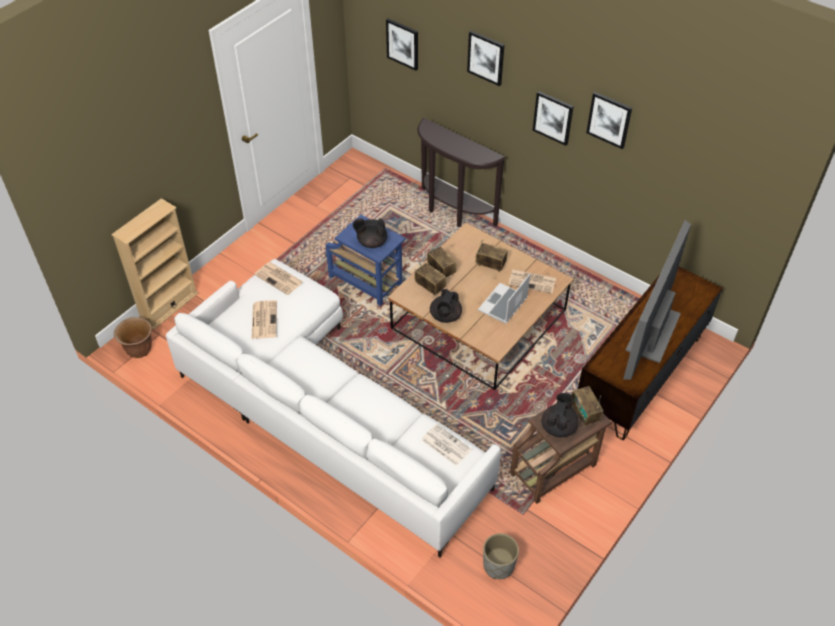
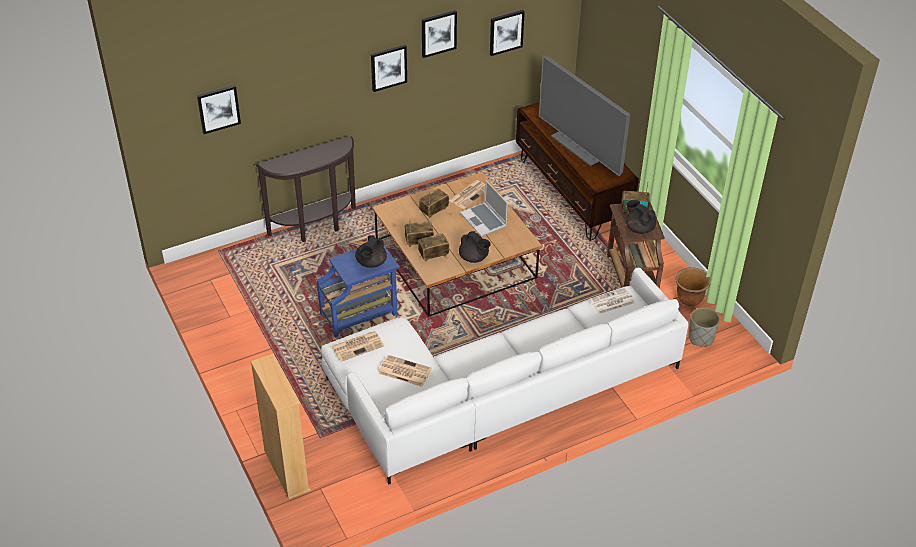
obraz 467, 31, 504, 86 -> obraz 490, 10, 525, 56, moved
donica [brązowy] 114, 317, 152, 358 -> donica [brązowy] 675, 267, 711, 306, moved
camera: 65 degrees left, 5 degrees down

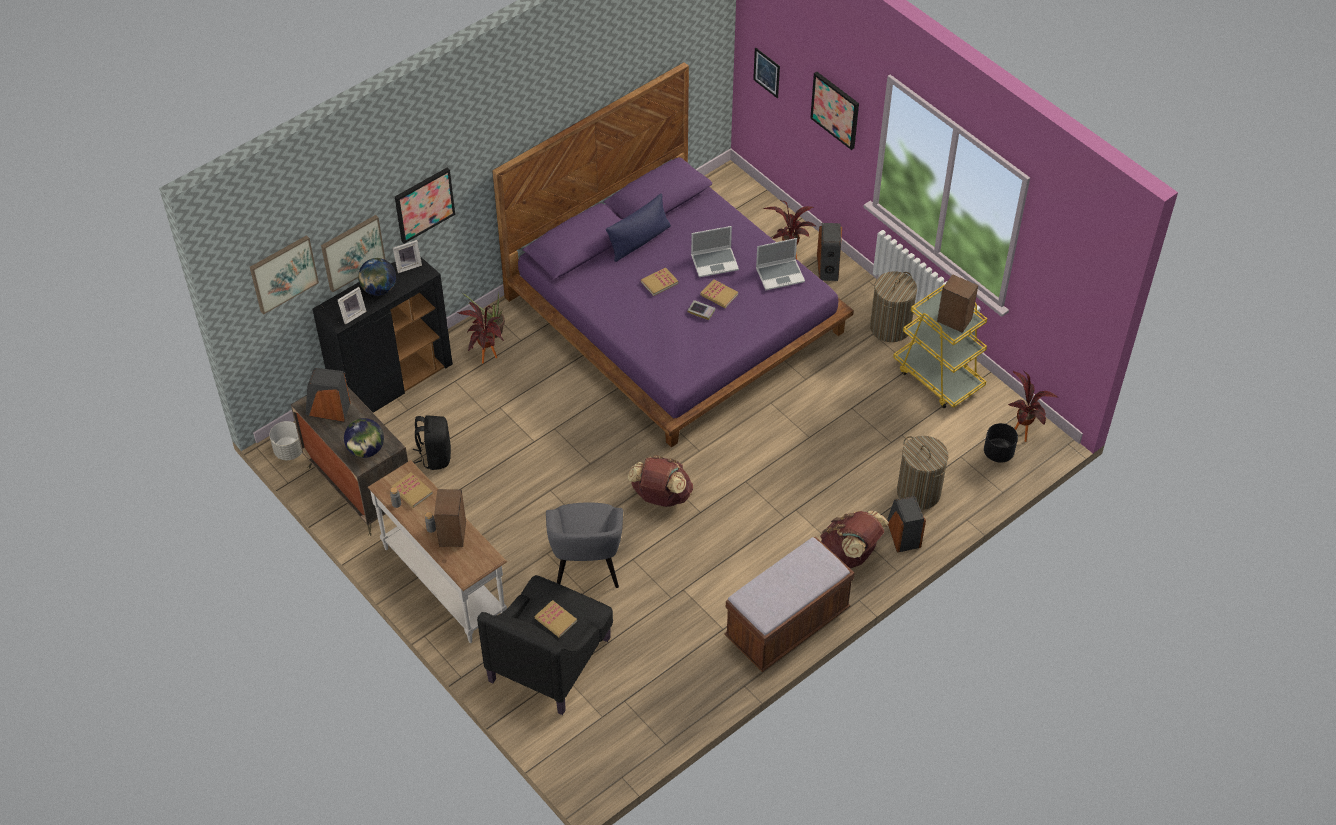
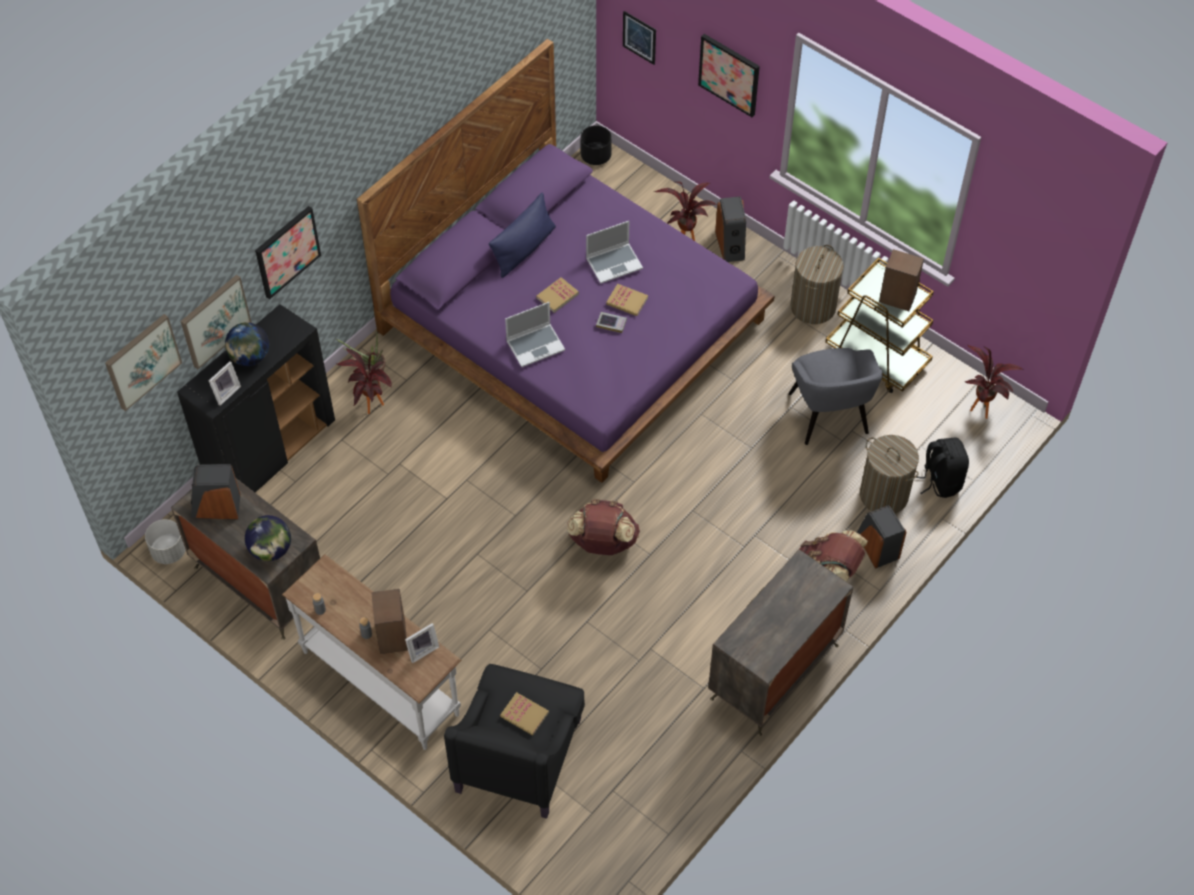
ramka na zdjęcie 393, 240, 422, 273 -> ramka na zdjęcie 405, 623, 439, 663, moved
laptop 756, 238, 805, 290 -> laptop 505, 302, 565, 367, moved
donica [czarny] 984, 423, 1018, 463 -> donica [czarny] 581, 125, 612, 165, moved
ławka [brązowy] 724, 536, 855, 672 -> komoda 708, 549, 853, 736
fotel [szary] 546, 502, 623, 588 -> fotel [szary] 788, 348, 882, 445, moved
wózek [żółty] 893, 284, 987, 408 -> wózek [brązowy] 825, 258, 934, 393
plecak [czarny] 413, 415, 451, 470 -> plecak [czarny] 914, 437, 969, 498, moved
książka 392, 472, 433, 508 -> none
camera: 10 degrees left, 5 degrees up

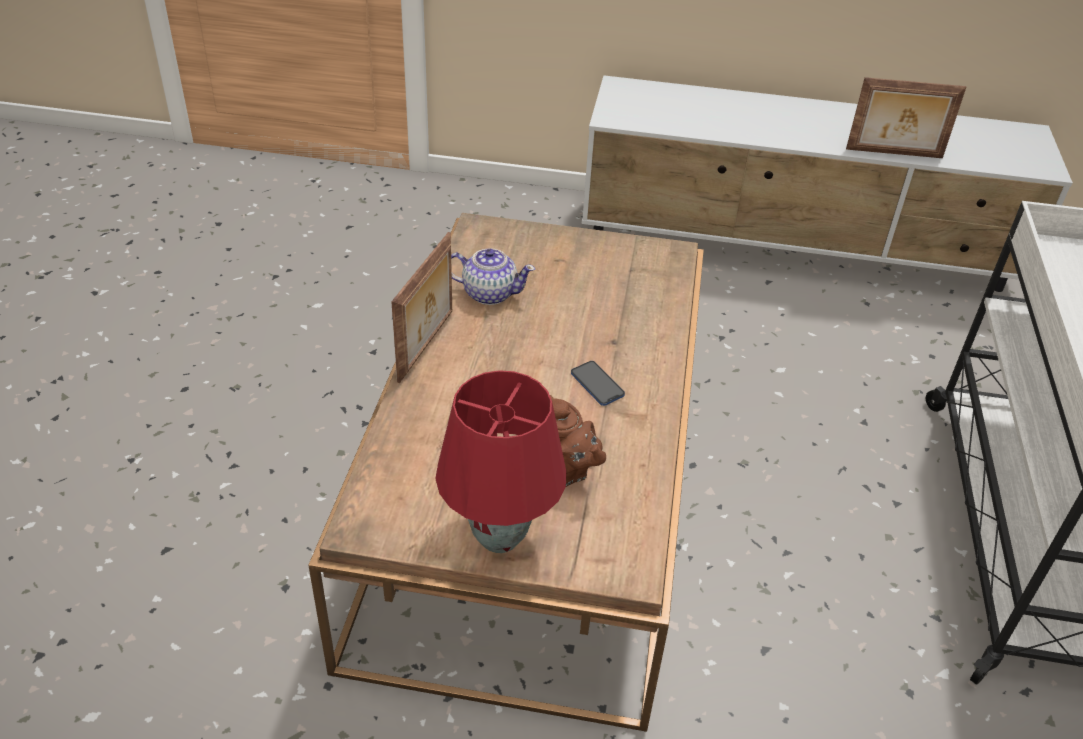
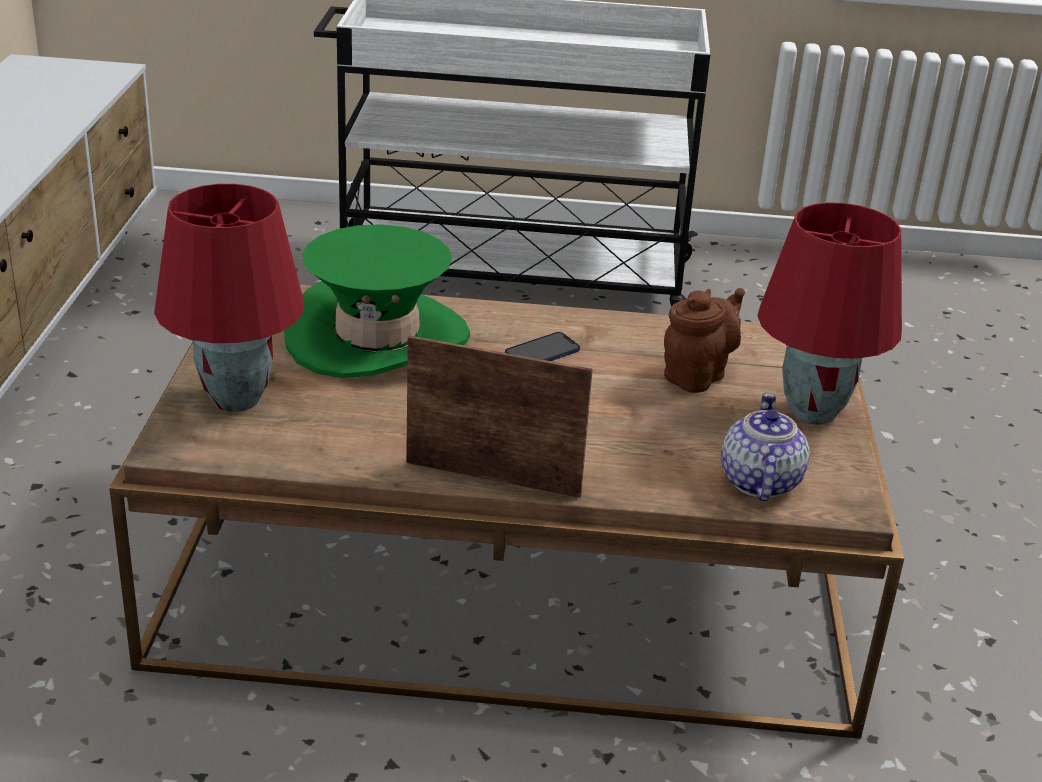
none -> lampa stołowa [czerwony] 154, 184, 304, 412
none -> kapelusz [zielony] 284, 224, 470, 378
imbryk 451, 248, 535, 305 -> imbryk 721, 393, 810, 501, moved
ramka na zdjęcie 846, 77, 966, 158 -> none
camera: 95 degrees left, 10 degrees down

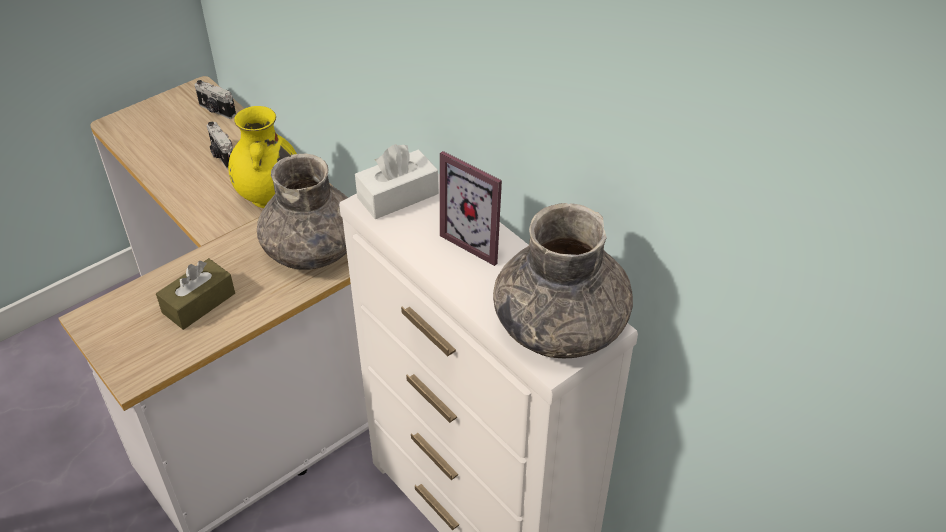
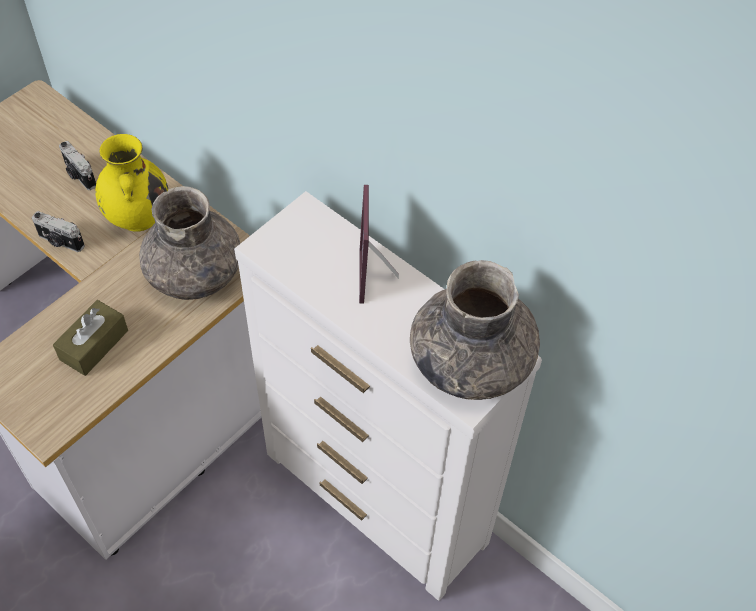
aparat fotograficzny 194, 80, 236, 119 -> aparat fotograficzny 32, 211, 85, 252, moved
ramka na zdjęcie 440, 151, 502, 266 -> ramka na zdjęcie 359, 185, 399, 303, 60 degrees clockwise
pudełko chusteczek [biały] 355, 144, 439, 219 -> none
camera: 10 degrees left, 10 degrees up

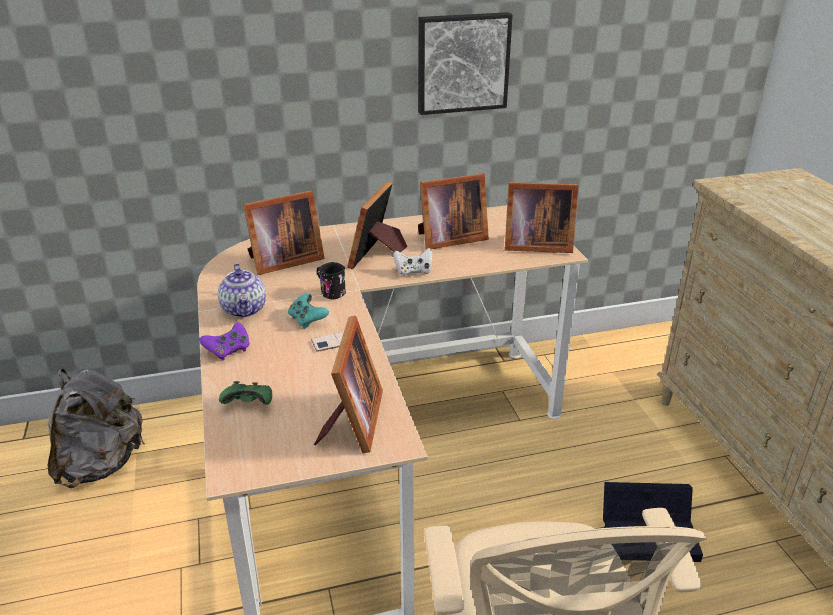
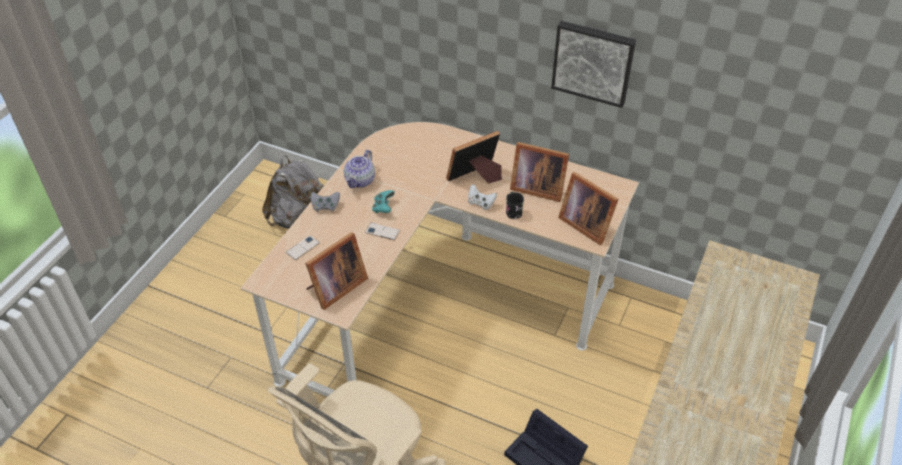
pad do gier [zielony] 219, 381, 272, 405 -> telefon 286, 235, 320, 260
pad do gier [fioletowy] 199, 322, 250, 361 -> pad do gier [szary] 311, 192, 340, 212
kubek [czarny] 317, 262, 346, 300 -> kubek [czarny] 506, 192, 524, 219, moved
ramka na zdjęcie 243, 190, 325, 275 -> none
camera: 40 degrees right, 15 degrees up

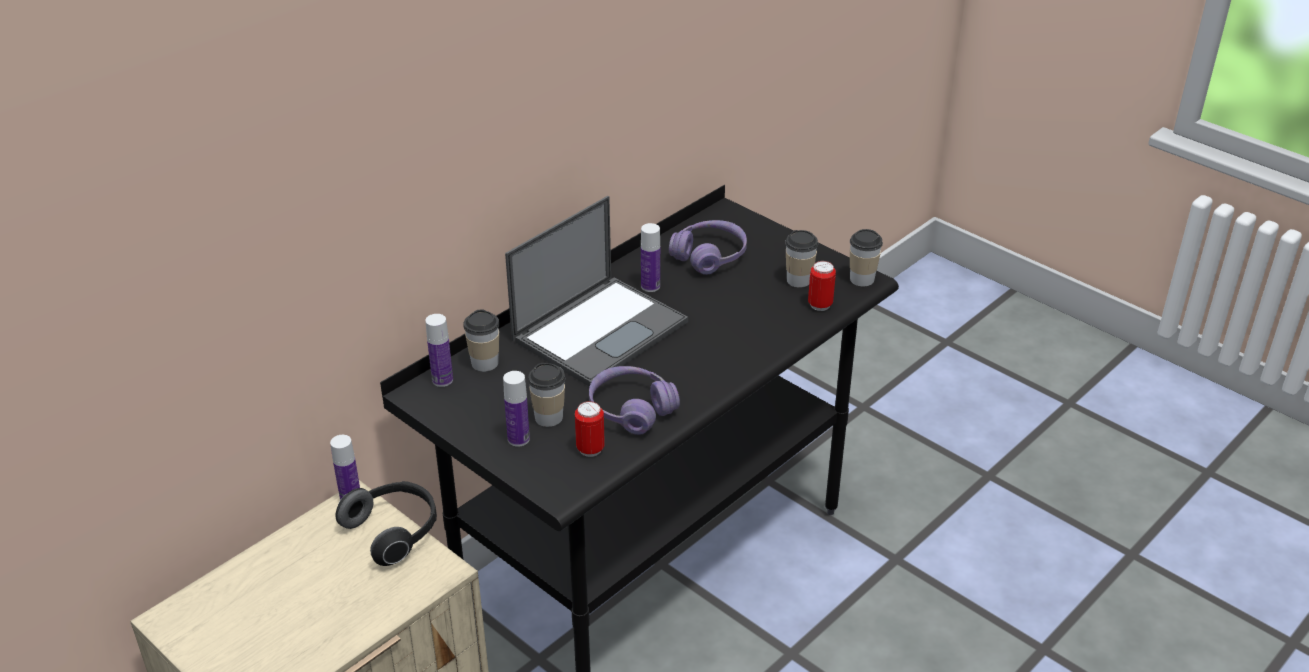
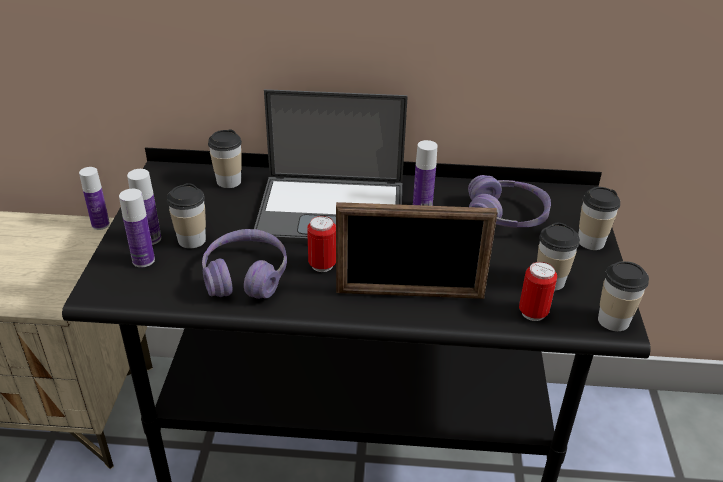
butelka 425, 314, 453, 387 -> butelka 119, 189, 155, 267, moved
puszka 575, 401, 605, 457 -> puszka 307, 216, 336, 272, moved
none -> ramka na zdjęcie 336, 202, 498, 299
none -> filiżanka 578, 187, 620, 250
słuchawki 336, 481, 437, 566 -> none
camera: 50 degrees right, 0 degrees up

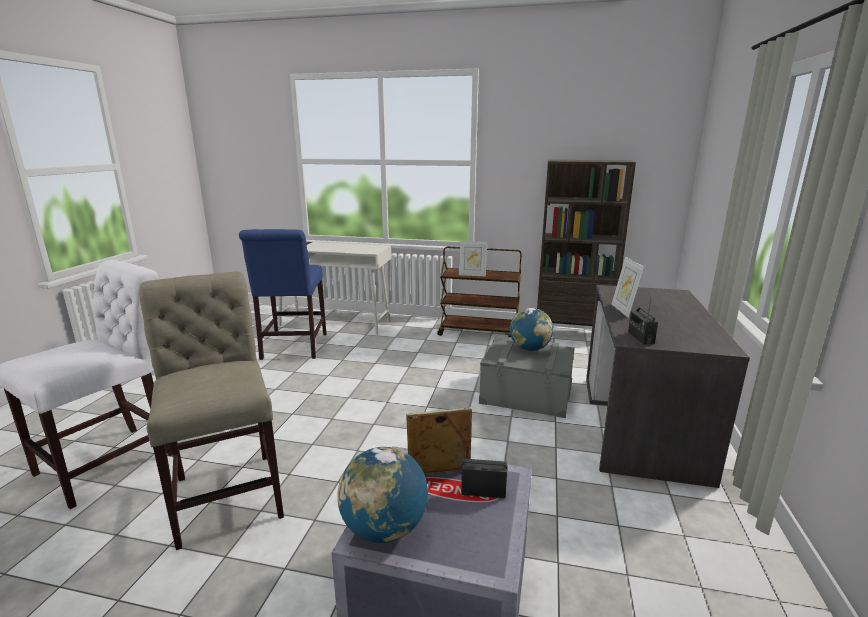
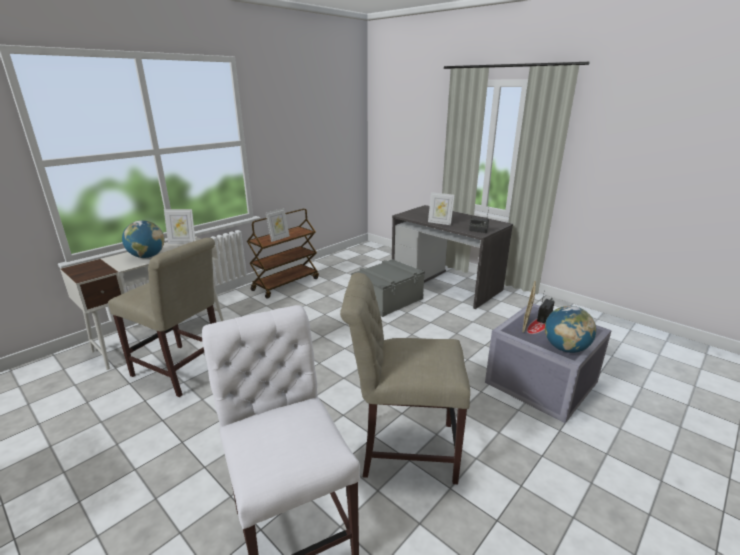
krzesło [niebieski] 239, 229, 326, 360 -> krzesło [beżowy] 108, 238, 216, 397
globus 510, 308, 553, 351 -> globus 122, 220, 164, 258, moved
none -> ramka na zdjęcie 164, 209, 195, 244
regał [brązowy] 537, 160, 636, 326 -> none
camera: 60 degrees left, 5 degrees up

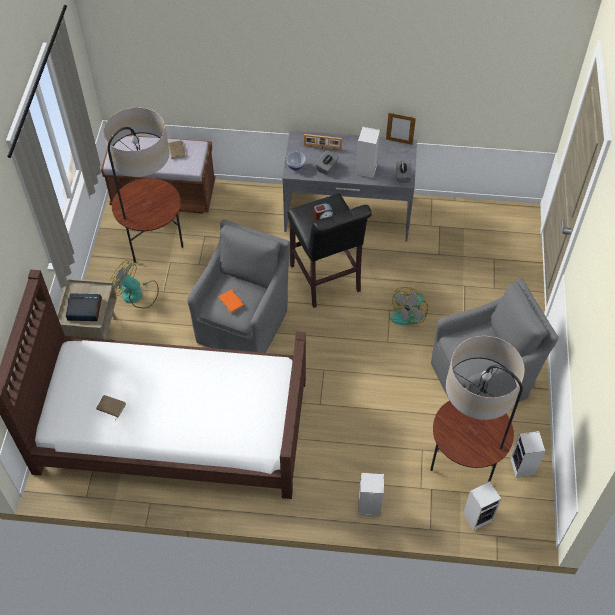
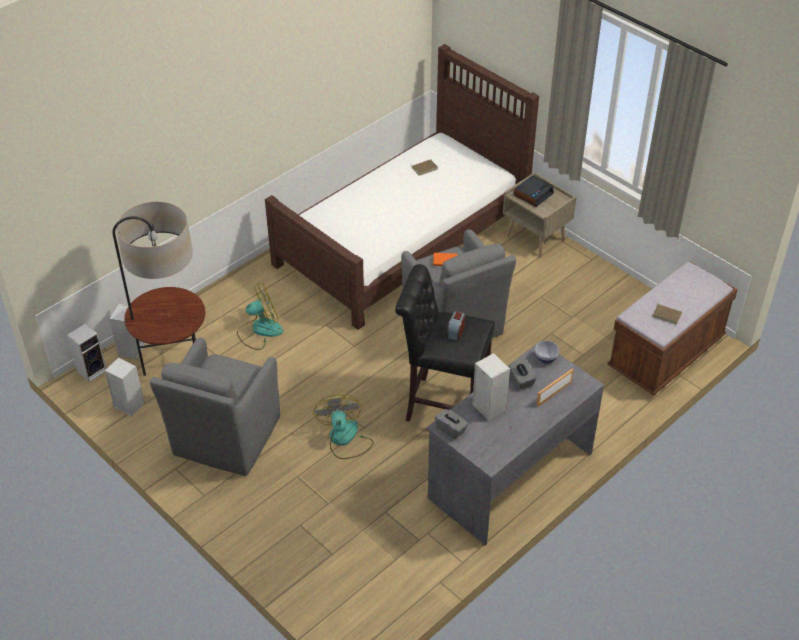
głośnik 358, 473, 384, 516 -> głośnik 67, 323, 107, 382, moved
wentylator 110, 260, 159, 308 -> wentylator 237, 283, 283, 350, moved
lampa stojąca 103, 107, 183, 263 -> none
ramka na zdjęcie 386, 112, 416, 145 -> none
camera: 130 degrees right, 10 degrees down

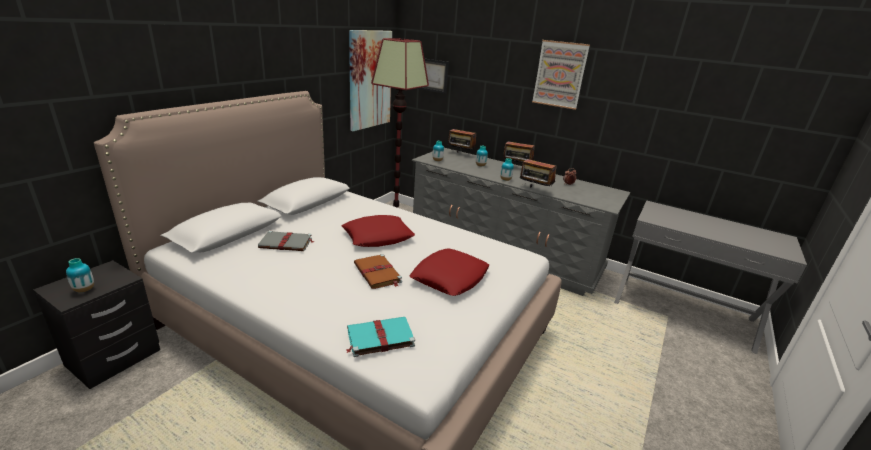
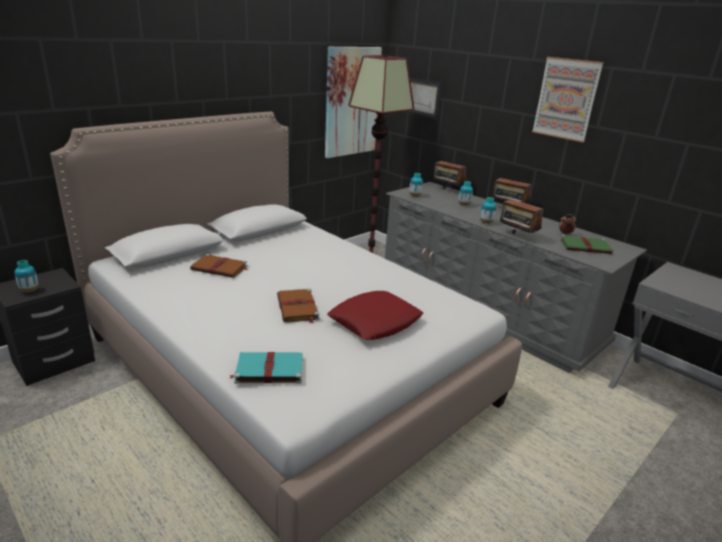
książka [szary] 258, 231, 314, 251 -> książka [brązowy] 190, 254, 247, 278
none -> książka [zielony] 560, 235, 613, 254
poduszka [czerwony] 342, 215, 415, 247 -> none
camera: 15 degrees right, 0 degrees up

